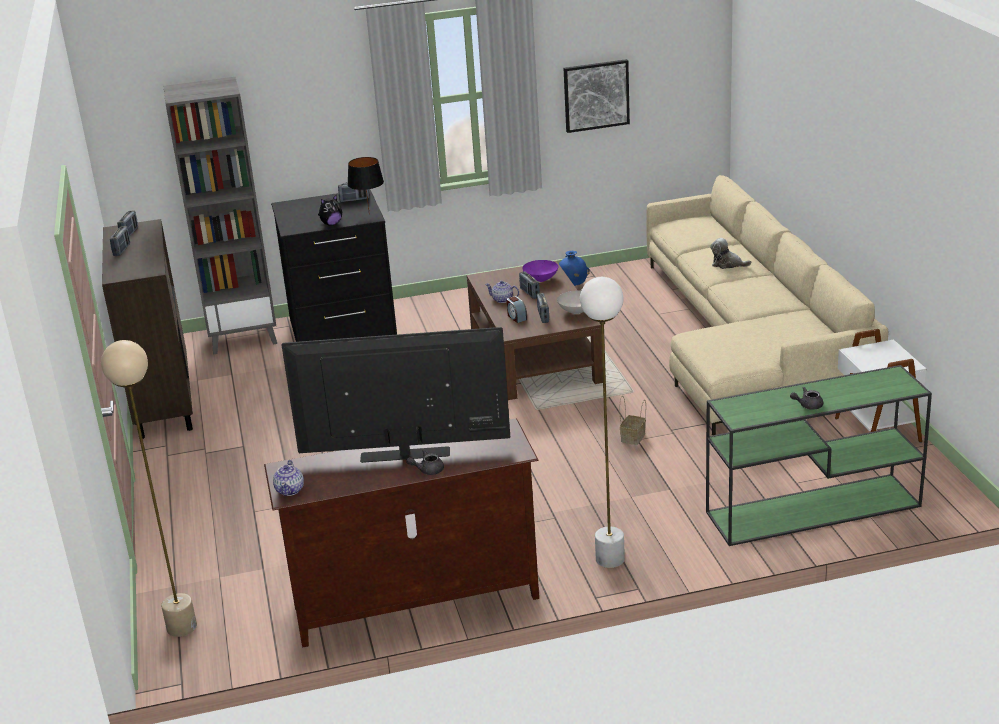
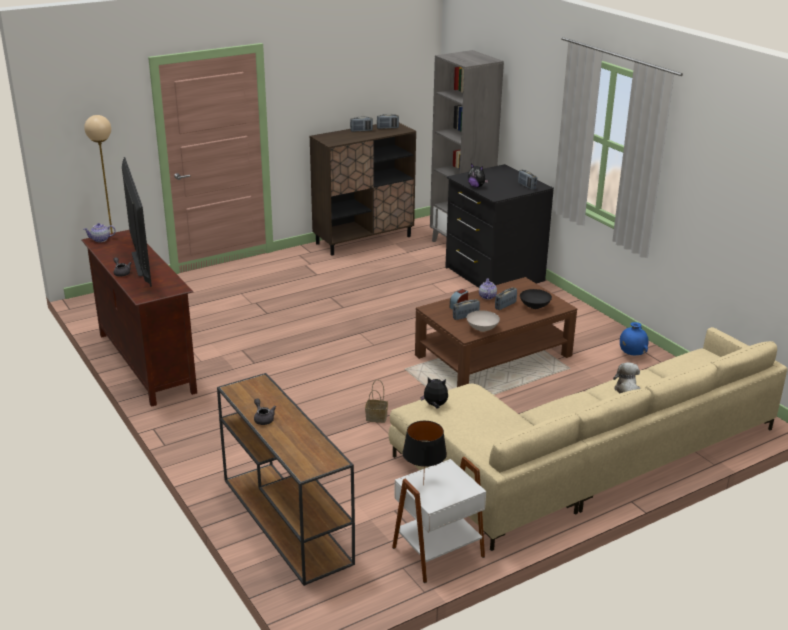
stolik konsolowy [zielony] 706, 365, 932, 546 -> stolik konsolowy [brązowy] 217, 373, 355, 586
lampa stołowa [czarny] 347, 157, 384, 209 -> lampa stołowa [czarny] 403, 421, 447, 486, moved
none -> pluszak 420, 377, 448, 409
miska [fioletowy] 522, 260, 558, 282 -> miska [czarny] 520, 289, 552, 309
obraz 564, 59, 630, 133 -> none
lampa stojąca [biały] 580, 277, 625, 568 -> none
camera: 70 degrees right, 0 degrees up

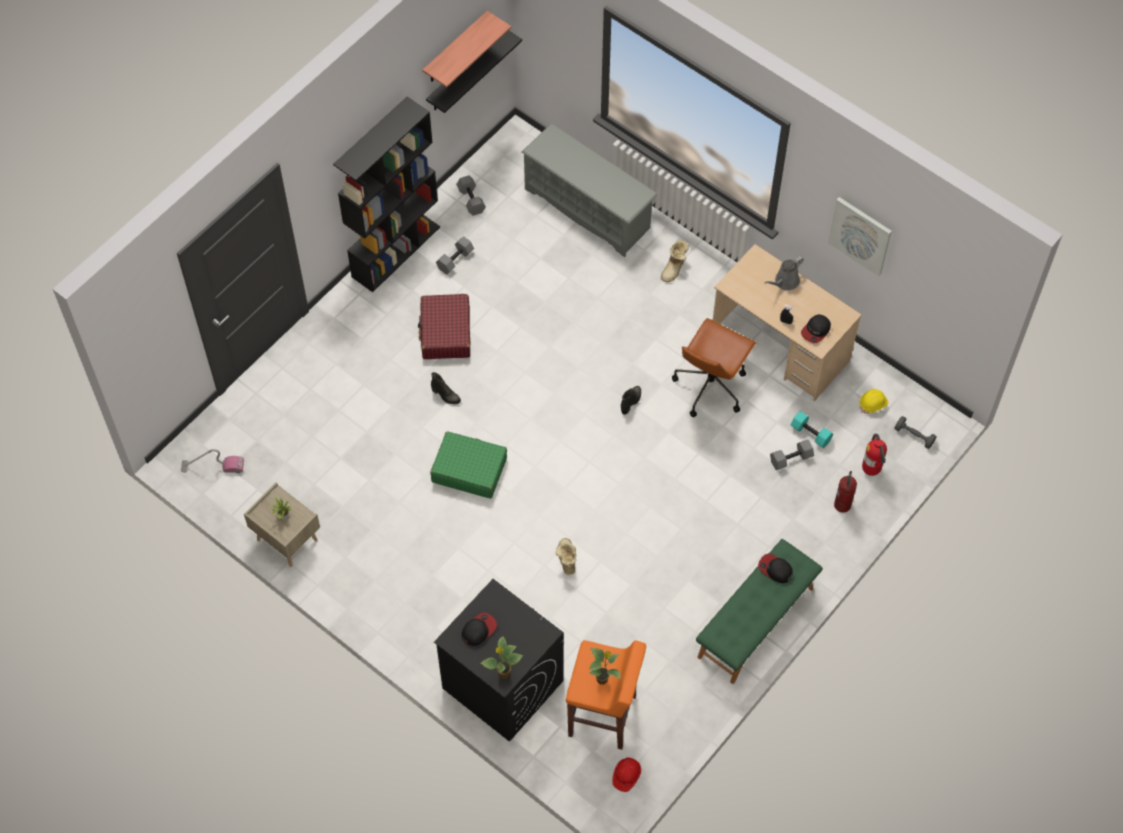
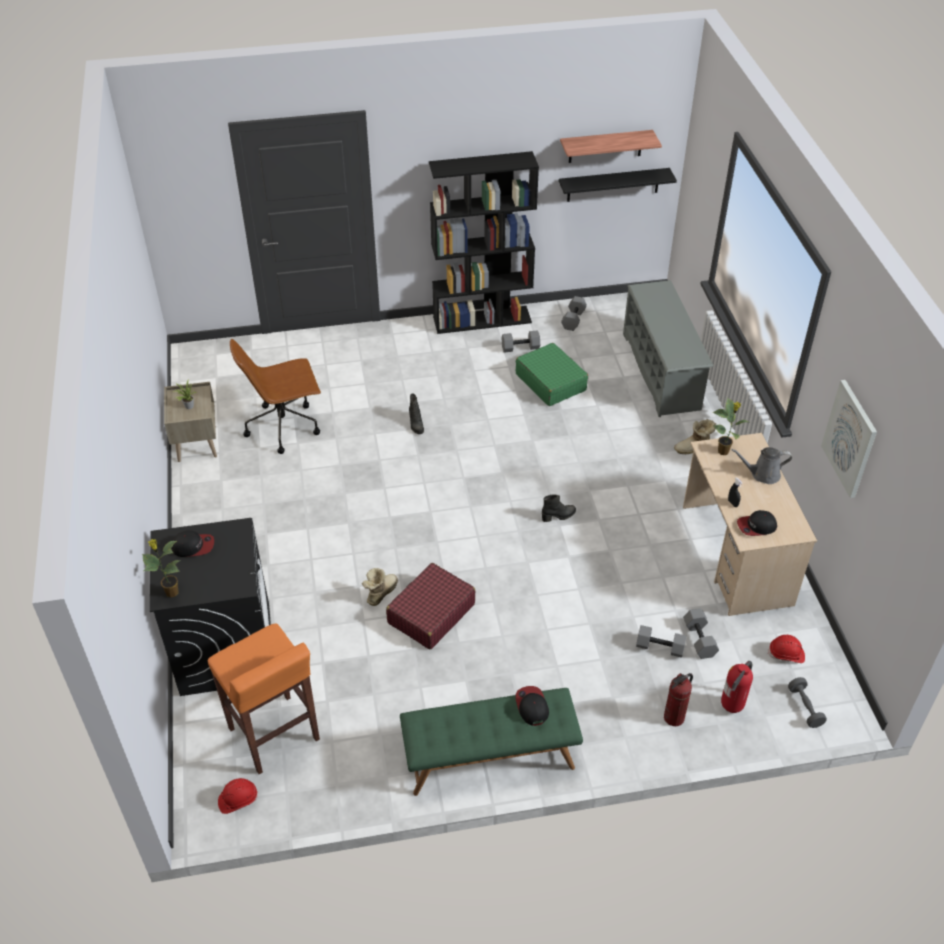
krzesło biurowe [brązowy] 672, 318, 756, 417 -> krzesło biurowe [brązowy] 230, 338, 321, 454, moved
walizka [czerwony] 418, 294, 470, 359 -> walizka [czerwony] 386, 563, 476, 649, moved
walizka [zielony] 430, 432, 507, 499 -> walizka [zielony] 516, 343, 588, 406, moved
hantel [turkusowy] 791, 411, 833, 448 -> hantel [szary] 683, 608, 719, 659
roślina doniczkowa 588, 648, 621, 685 -> roślina doniczkowa 713, 398, 748, 455, moved
kask [żółty] 860, 389, 889, 414 -> kask [czerwony] 768, 635, 805, 663
odkurzacz 181, 449, 244, 473 -> none
camera: 40 degrees right, 15 degrees down

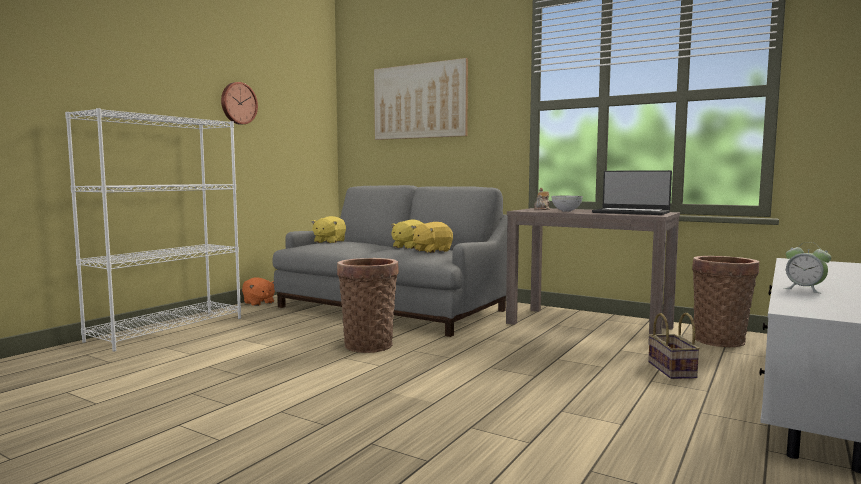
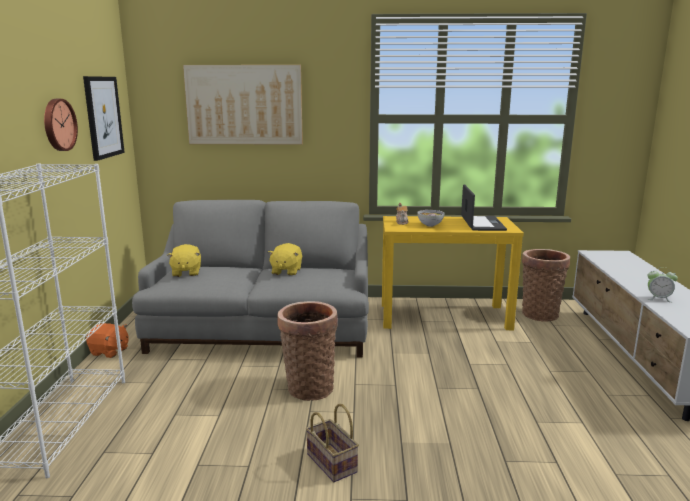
none -> obraz 83, 76, 125, 161
koszyk 648, 313, 700, 379 -> koszyk 306, 404, 359, 482, moved
stolik konsolowy [brązowy] 506, 208, 680, 345 -> stolik konsolowy [żółty] 382, 216, 524, 330
laptop 592, 170, 672, 215 -> laptop 461, 185, 507, 231, 90 degrees counterclockwise
pluszak [żółty] 413, 222, 453, 253 -> none
camera: 30 degrees left, 10 degrees up

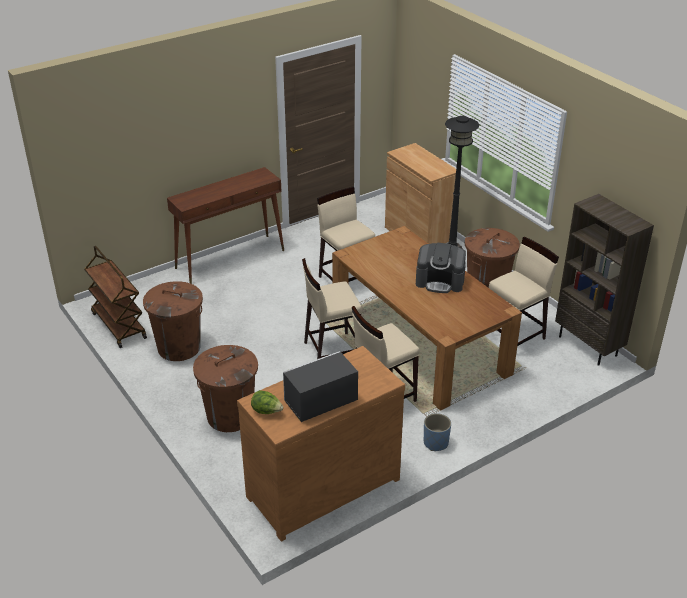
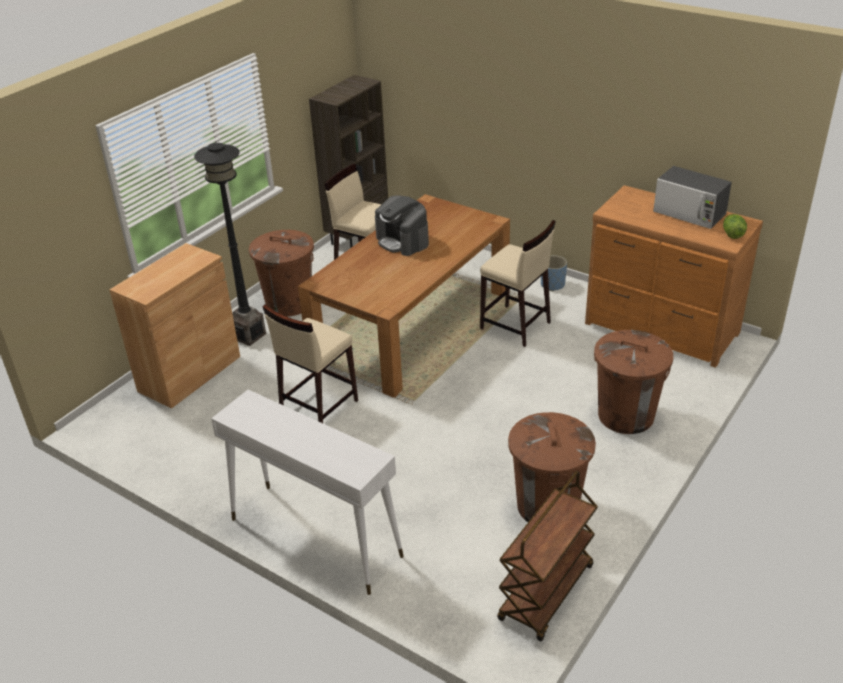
stolik konsolowy [brązowy] 167, 167, 284, 284 -> stolik konsolowy [biały] 211, 390, 404, 595
ekspres do kawy 416, 243, 466, 293 -> ekspres do kawy 375, 195, 429, 256, 150 degrees clockwise
stołek [beżowy] 302, 258, 362, 359 -> none
camera: 110 degrees left, 0 degrees up

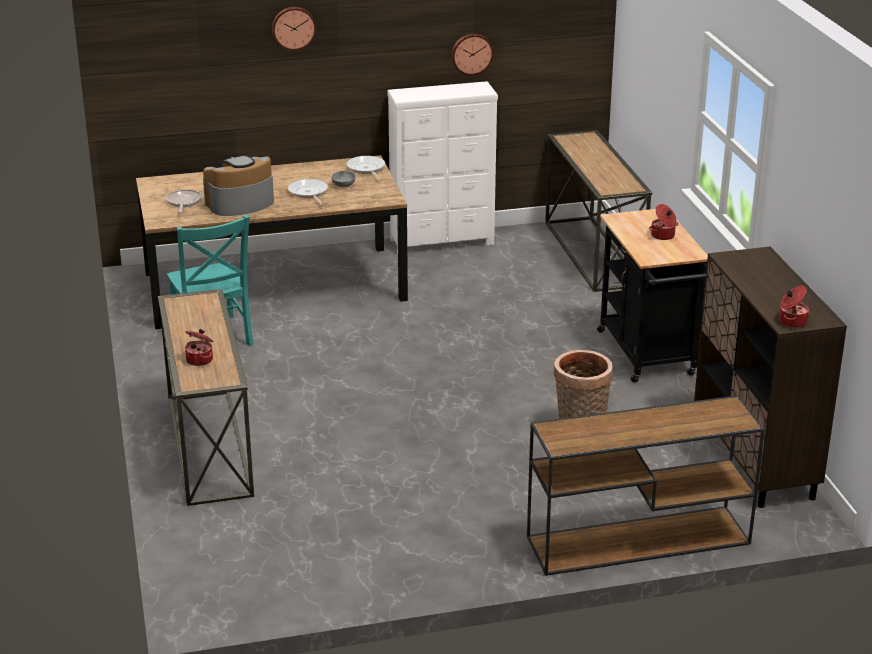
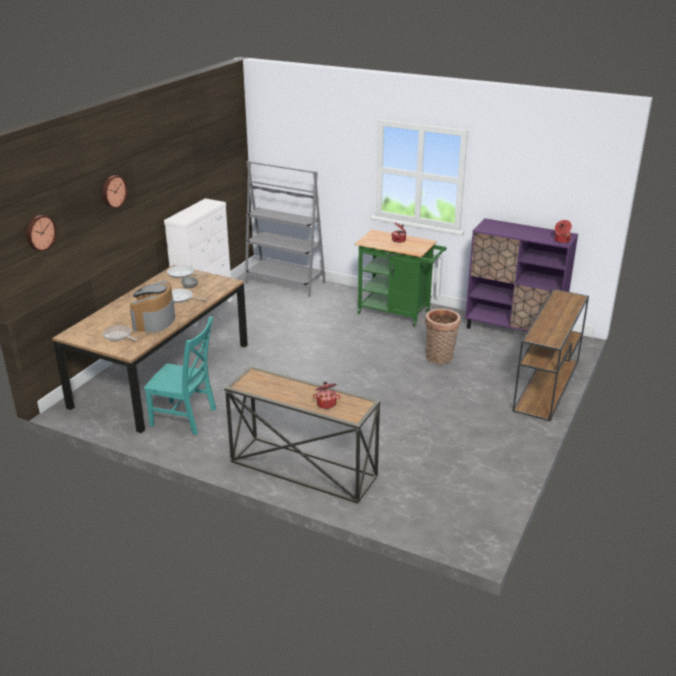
zegar ścienny 451, 33, 494, 76 -> zegar ścienny 27, 215, 57, 251, moved
stolik konsolowy 545, 130, 652, 292 -> regał [szary] 245, 161, 325, 297
wózek [czarny] 597, 209, 708, 383 -> wózek [zielony] 355, 229, 447, 327
szafka [brązowy] 694, 246, 847, 508 -> szafka [fioletowy] 465, 218, 578, 332
camera: 50 degrees left, 0 degrees up

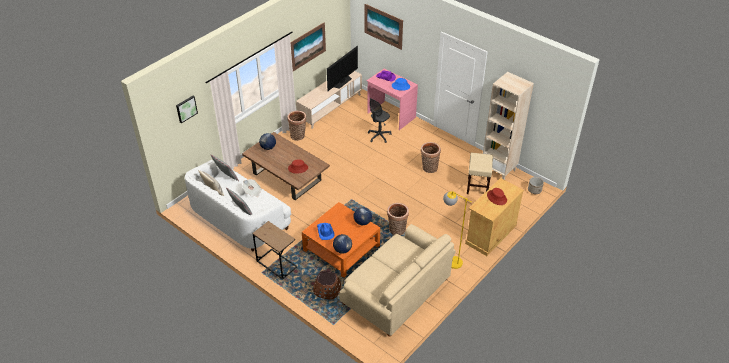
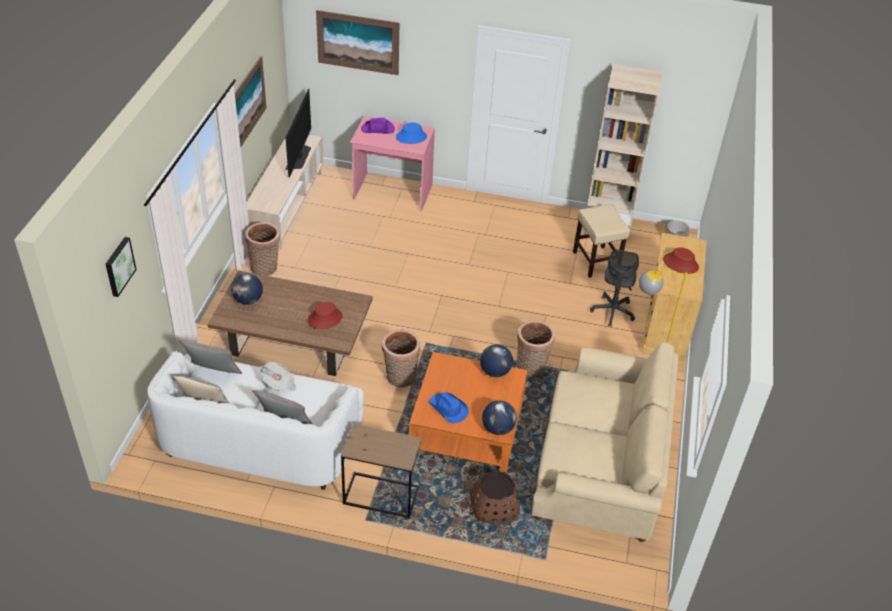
koszyk 421, 142, 441, 173 -> koszyk 382, 330, 420, 388, moved
krzesło biurowe [szary] 368, 98, 392, 143 -> krzesło biurowe [szary] 590, 249, 639, 327, moved
camera: 30 degrees left, 0 degrees up

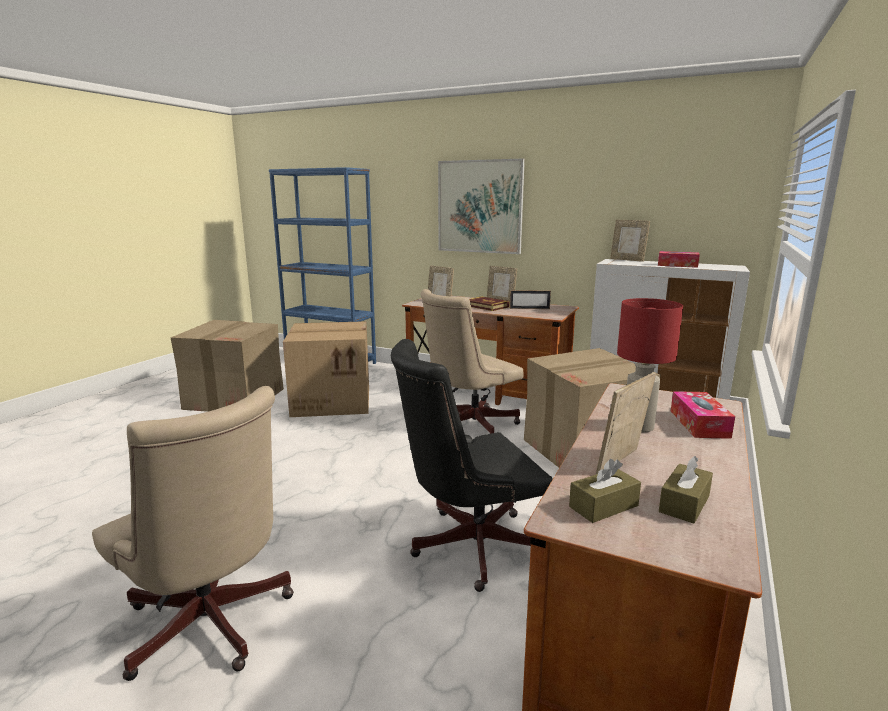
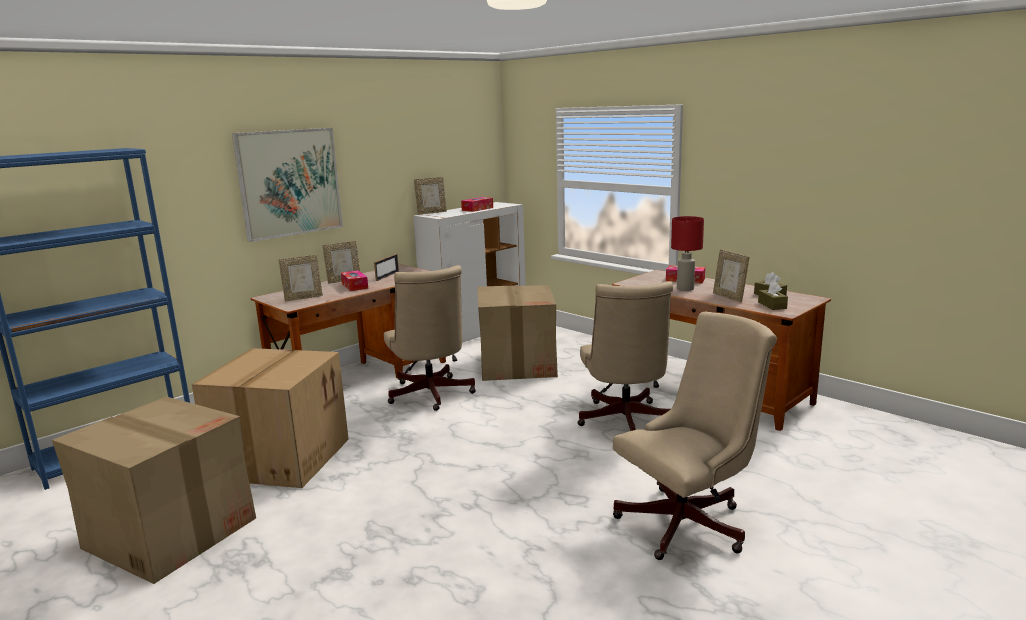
książka 469, 296, 510, 311 -> pudełko chusteczek 341, 270, 368, 291
krzesło biurowe [czarny] 391, 339, 553, 592 -> krzesło biurowe [beżowy] 578, 281, 673, 431
camera: 70 degrees left, 0 degrees up

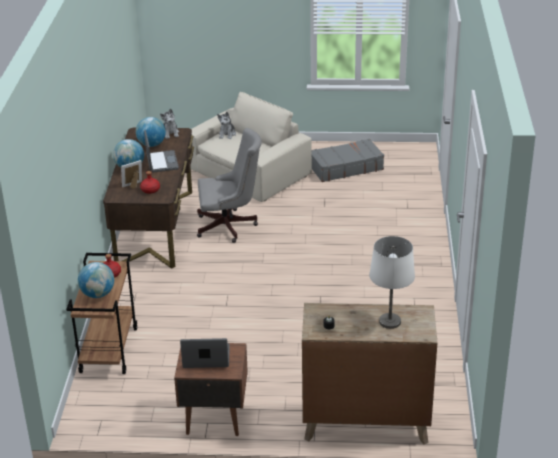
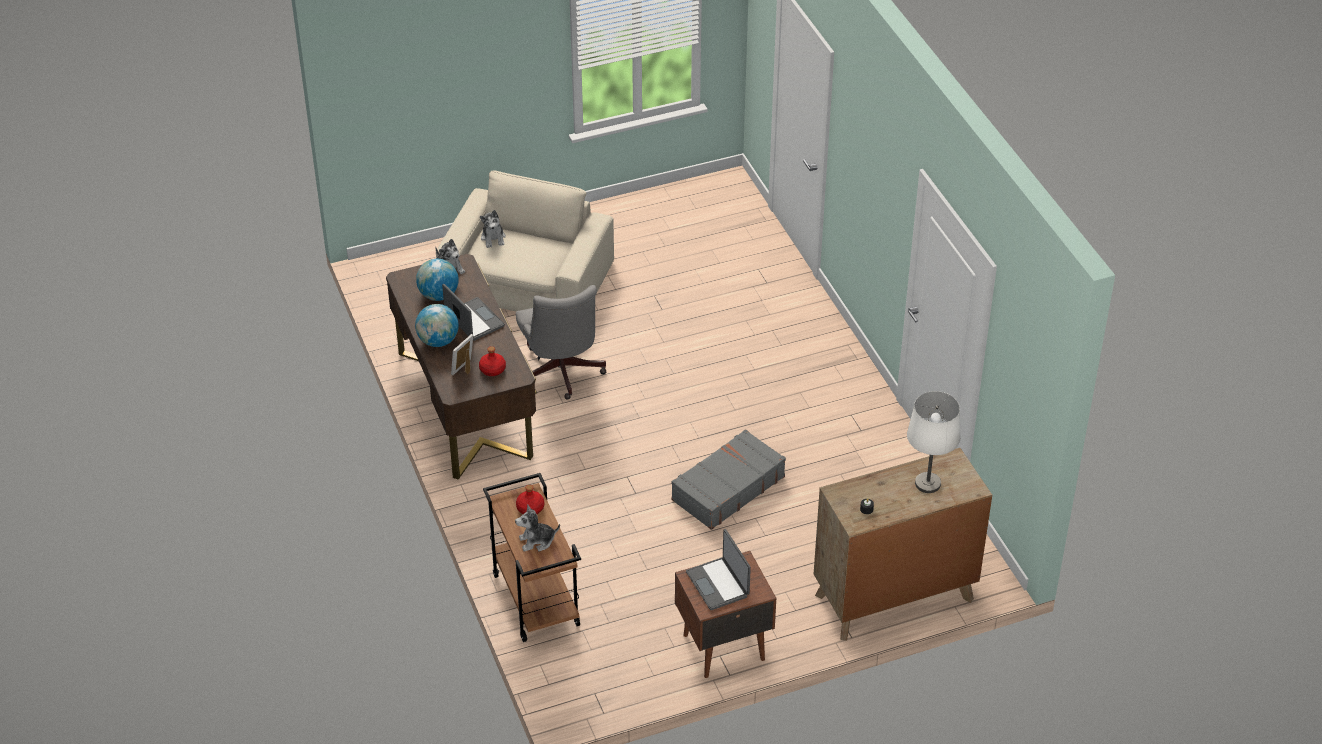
globus 78, 262, 114, 298 -> pluszak 515, 504, 560, 552
krzesło biurowe [szary] 197, 128, 262, 243 -> krzesło biurowe [szary] 516, 285, 606, 400, 105 degrees clockwise
walizka [szary] 312, 139, 384, 182 -> walizka [szary] 671, 429, 786, 530, moved
laptop 180, 338, 230, 368 -> laptop 686, 529, 751, 610, 90 degrees counterclockwise
camera: 25 degrees left, 10 degrees up

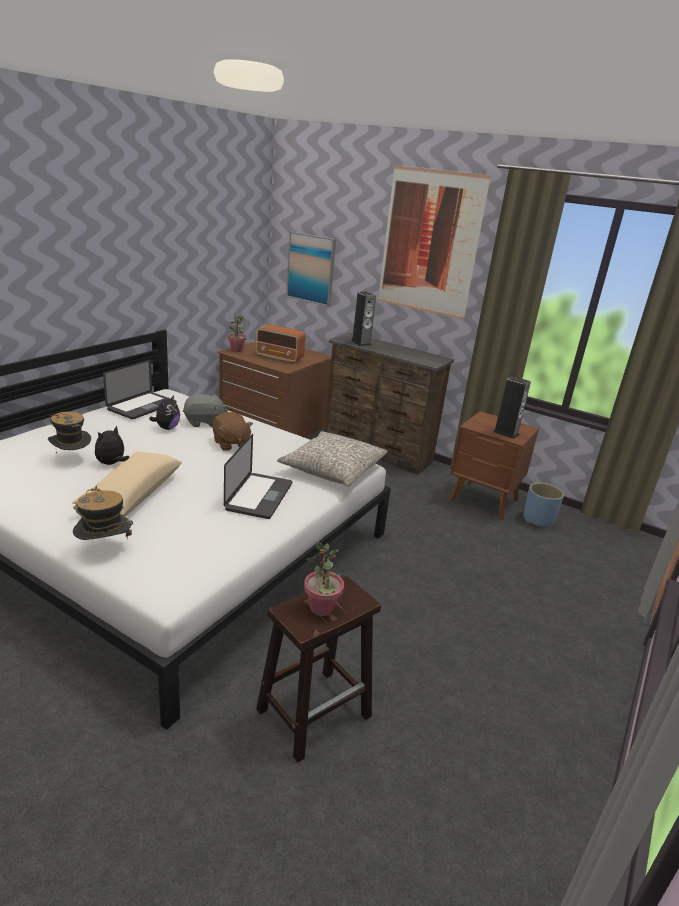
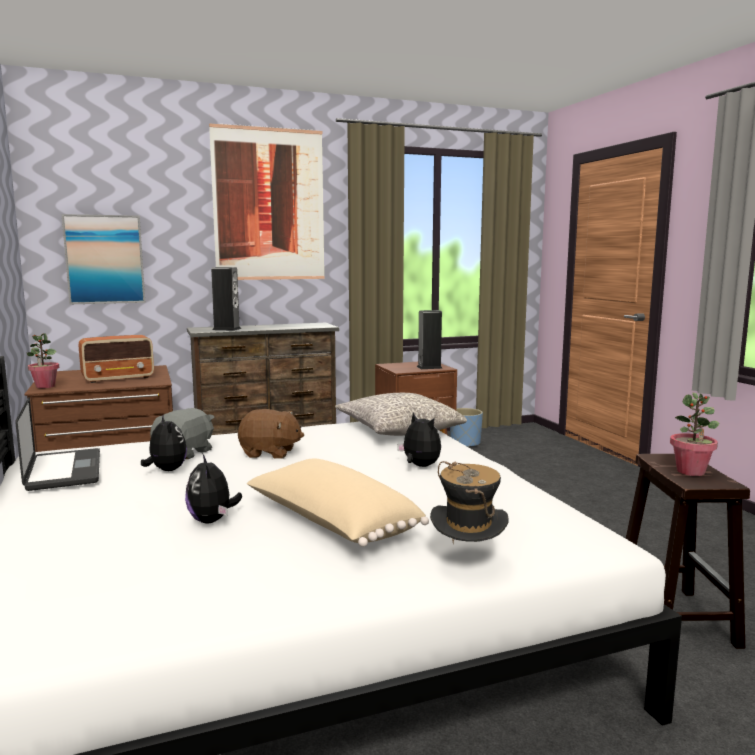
laptop 224, 434, 292, 519 -> pluszak 397, 413, 441, 467
kapelusz 48, 412, 91, 453 -> none
camera: 50 degrees left, 15 degrees down

